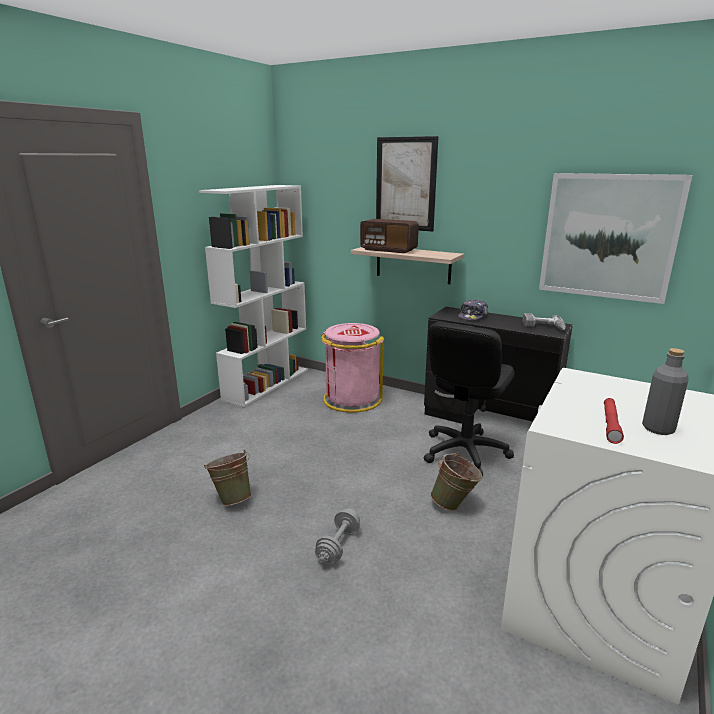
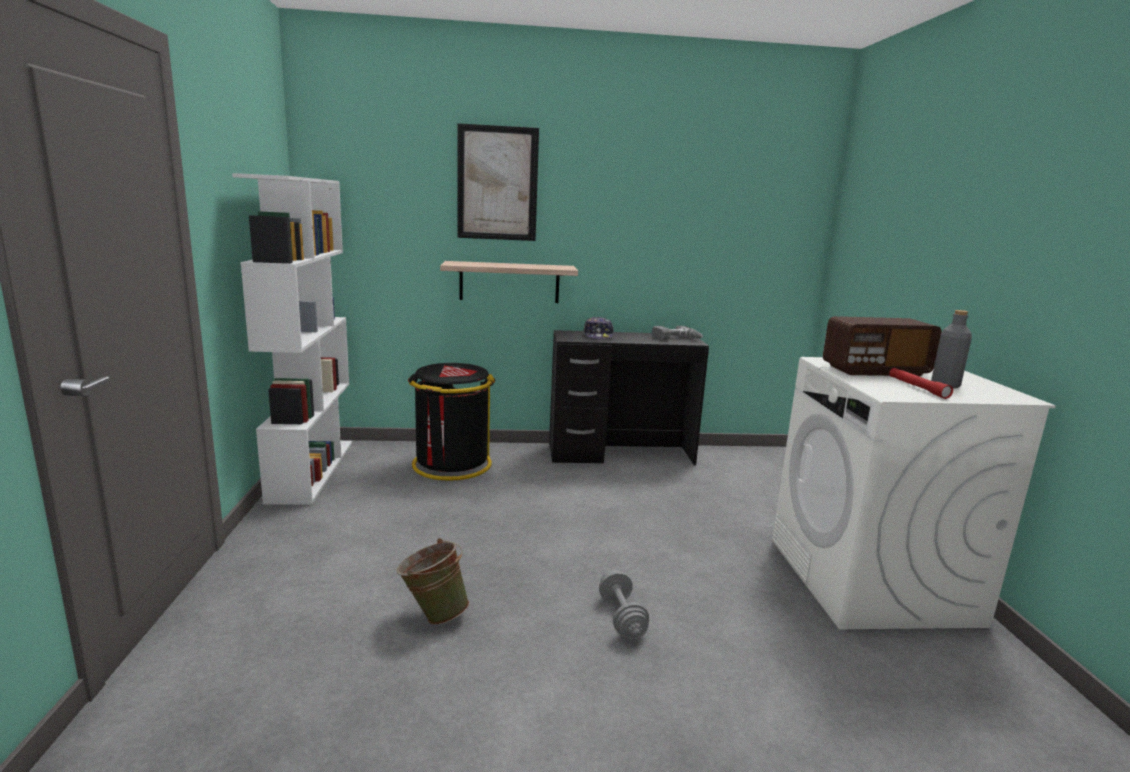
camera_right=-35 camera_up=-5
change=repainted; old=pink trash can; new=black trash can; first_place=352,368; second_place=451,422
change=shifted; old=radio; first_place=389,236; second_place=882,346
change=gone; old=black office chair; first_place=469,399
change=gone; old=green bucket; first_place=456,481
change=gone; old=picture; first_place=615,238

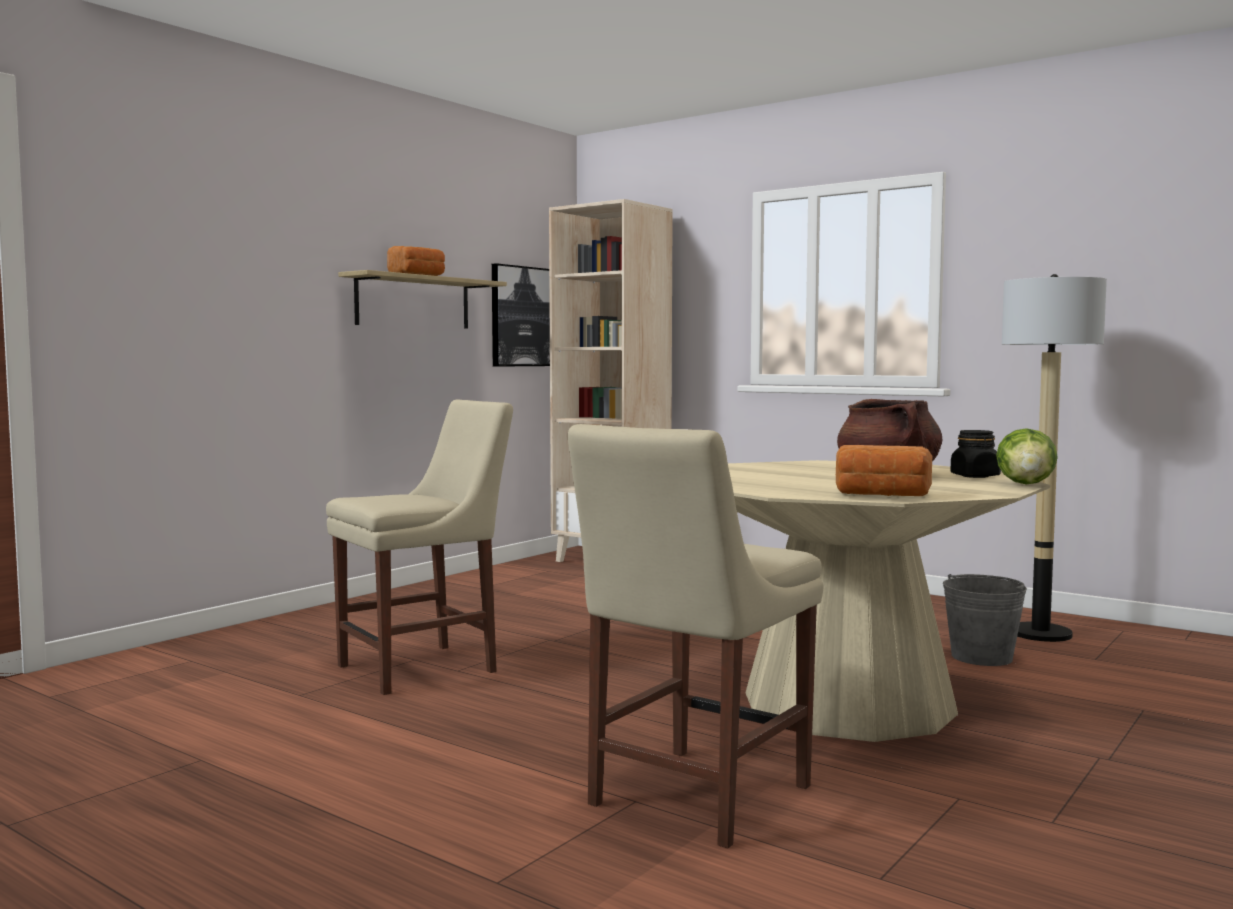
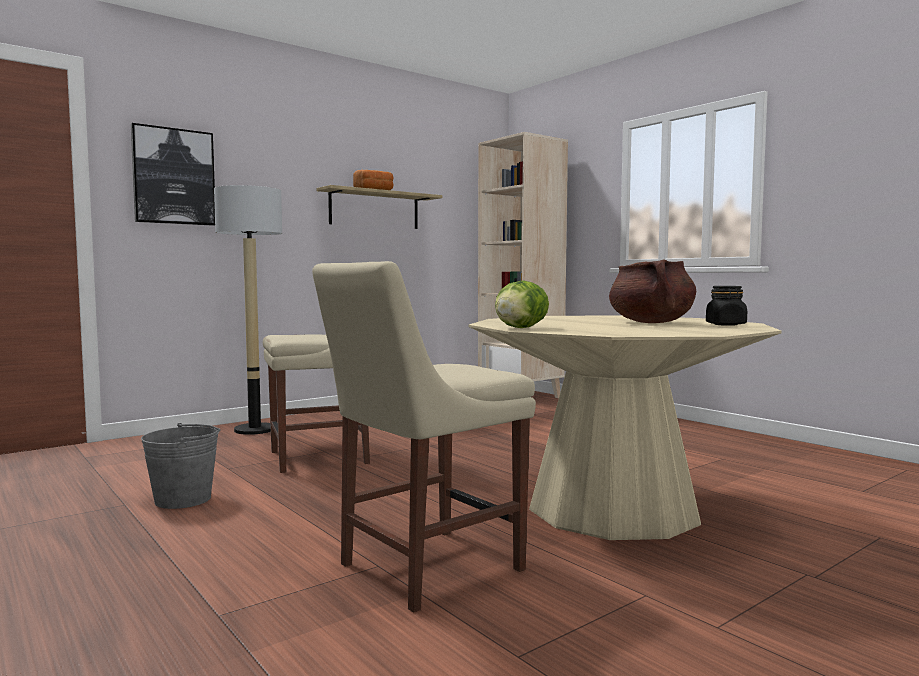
camera_right=15 camera_up=0
change=shifted; old=picture; first_place=521,315; second_place=173,174
change=gone; old=bread; first_place=884,470
change=shifted; old=grey bucket; first_place=985,620; second_place=181,466
change=shifted; old=lettuce; first_place=1027,456; second_place=522,304
change=shifted; old=floor lamp; first_place=1054,458; second_place=248,310

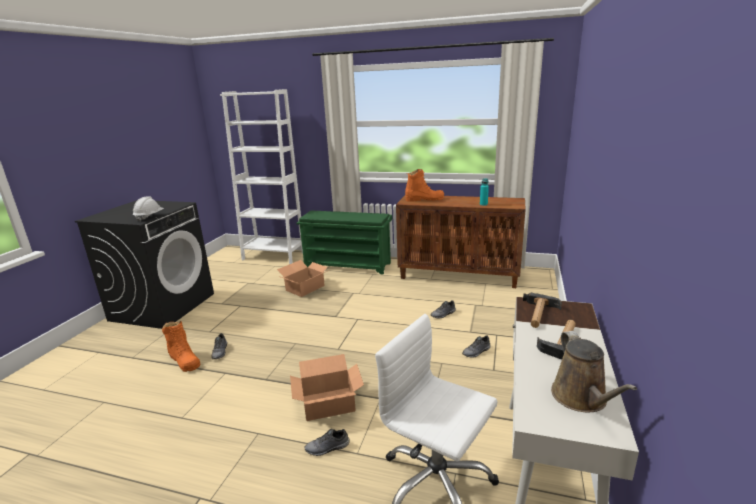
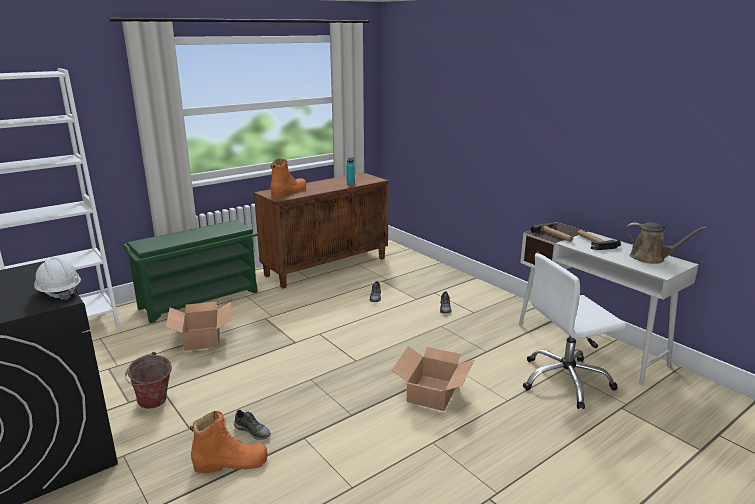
camera_right=-55 camera_up=0
change=gone; old=grey shoe; first_place=327,442
change=new; new=bucket; second_place=148,380

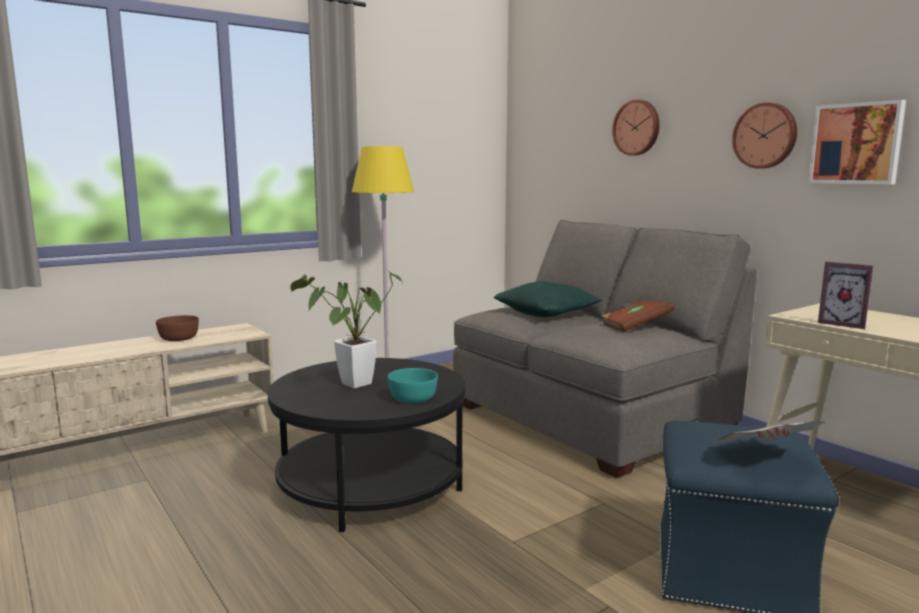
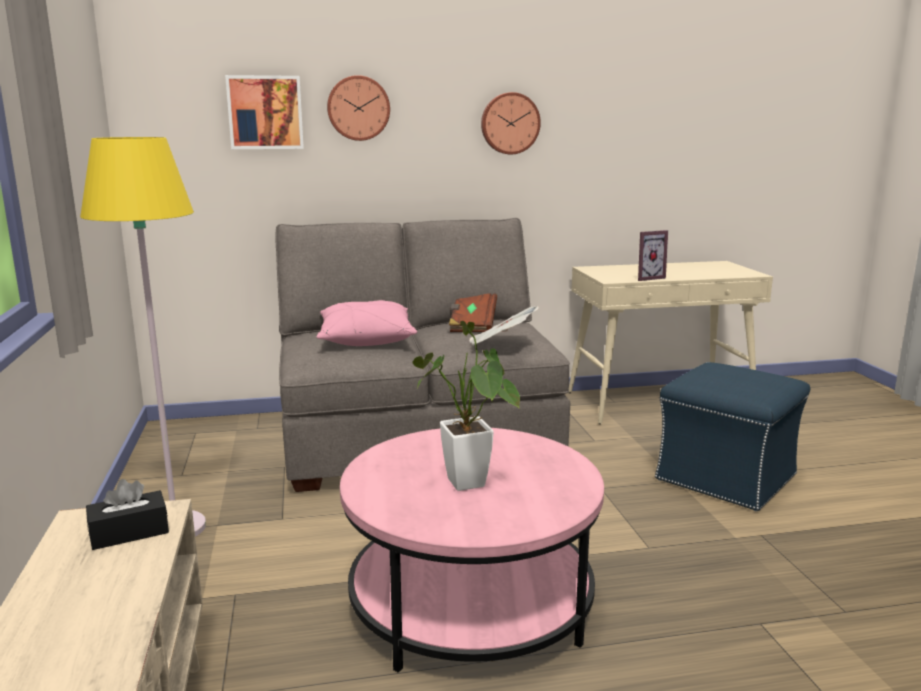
camera_right=-65 camera_up=5
change=gone; old=brown bowl; first_place=177,328
change=repainted; old=black coffee table; new=pink coffee table; first_place=366,445; second_place=472,550
change=gone; old=turquoise bowl; first_place=413,386
change=repainted; old=green pillow; new=pink pillow; first_place=548,299; second_place=366,323
change=shifted; old=newspaper; first_place=769,431; second_place=504,326
change=shifted; old=picture; first_place=857,142; second_place=264,112
change=new; new=black tissue box; second_place=127,514

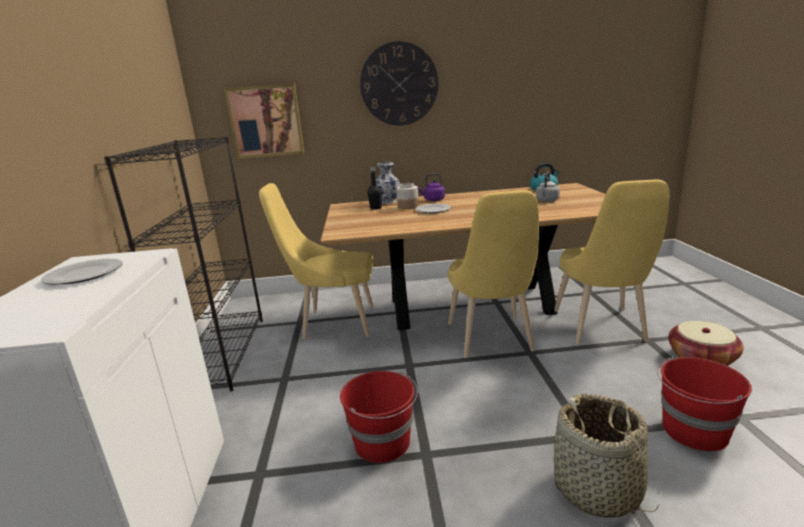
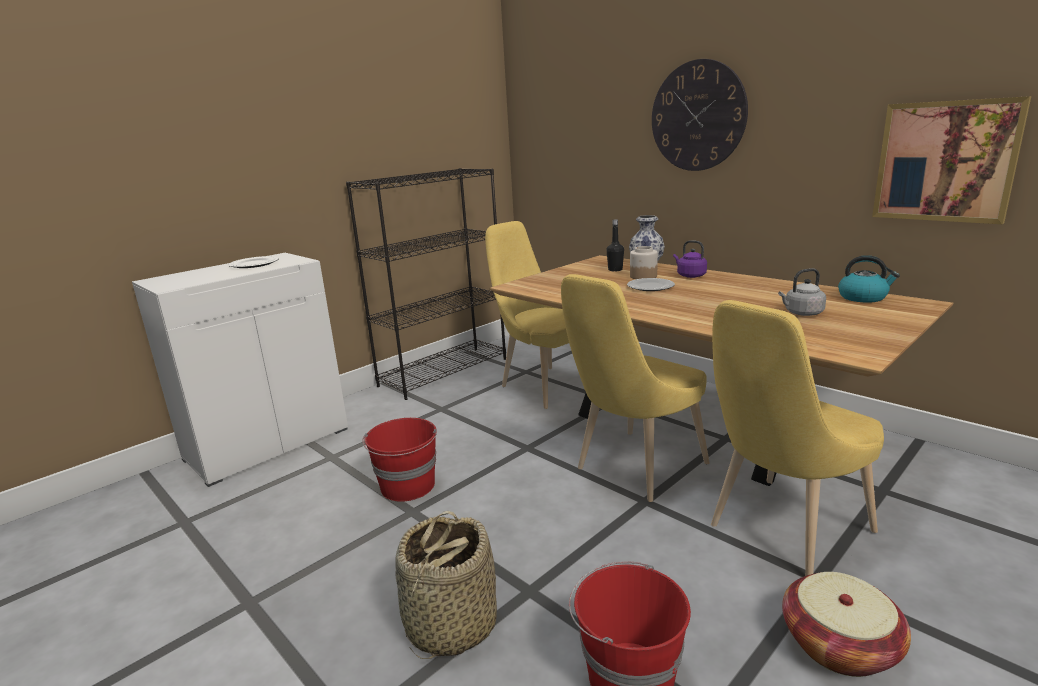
camera_right=50 camera_up=0
change=shifted; old=picture; first_place=264,121; second_place=951,160

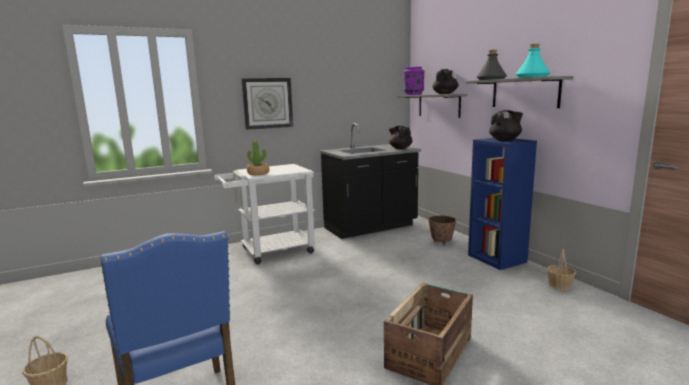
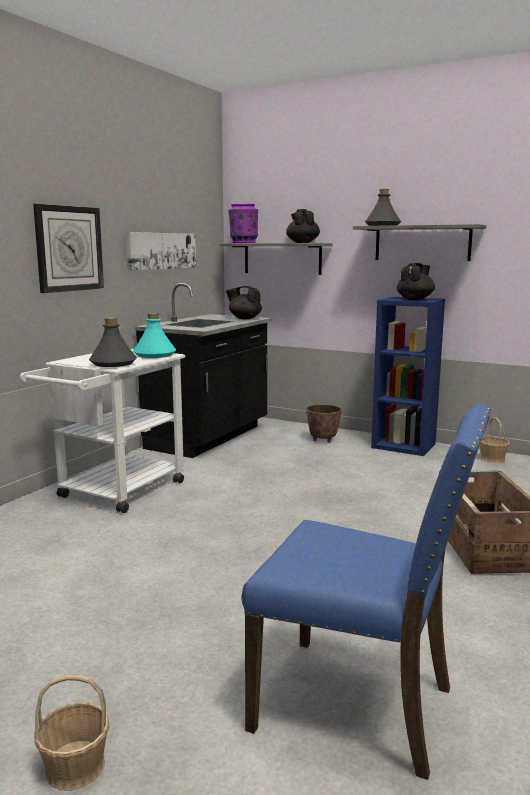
camera_right=-35 camera_up=0
change=swapped; old=potted plant; new=grey bottle; first_place=258,158; second_place=113,342
change=shifted; old=turquoise bottle; first_place=532,61; second_place=154,335
change=new; new=picture; second_place=161,251

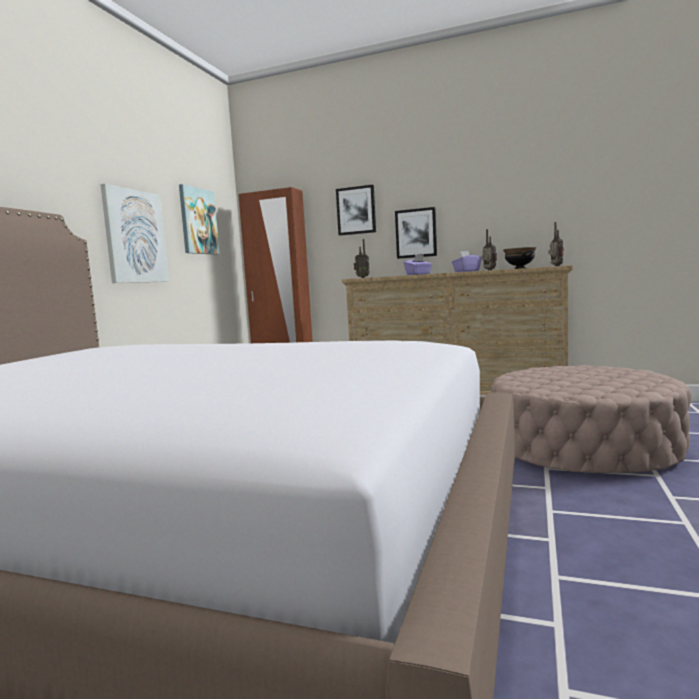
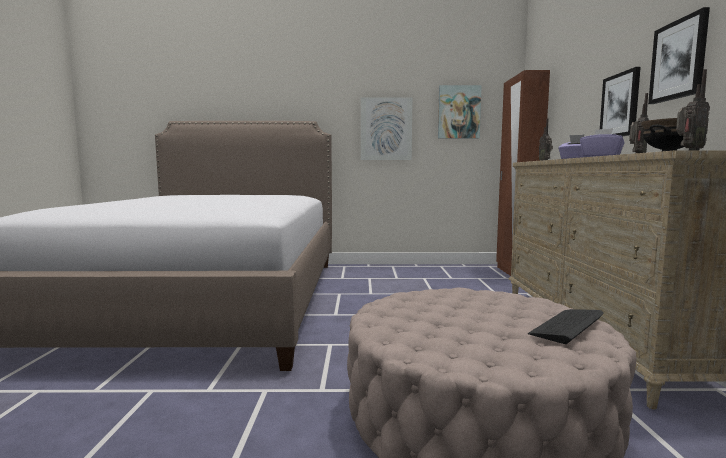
camera_right=70 camera_up=0
change=shifted; old=picture; first_place=356,210; second_place=679,55
change=new; new=keyboard; second_place=566,326

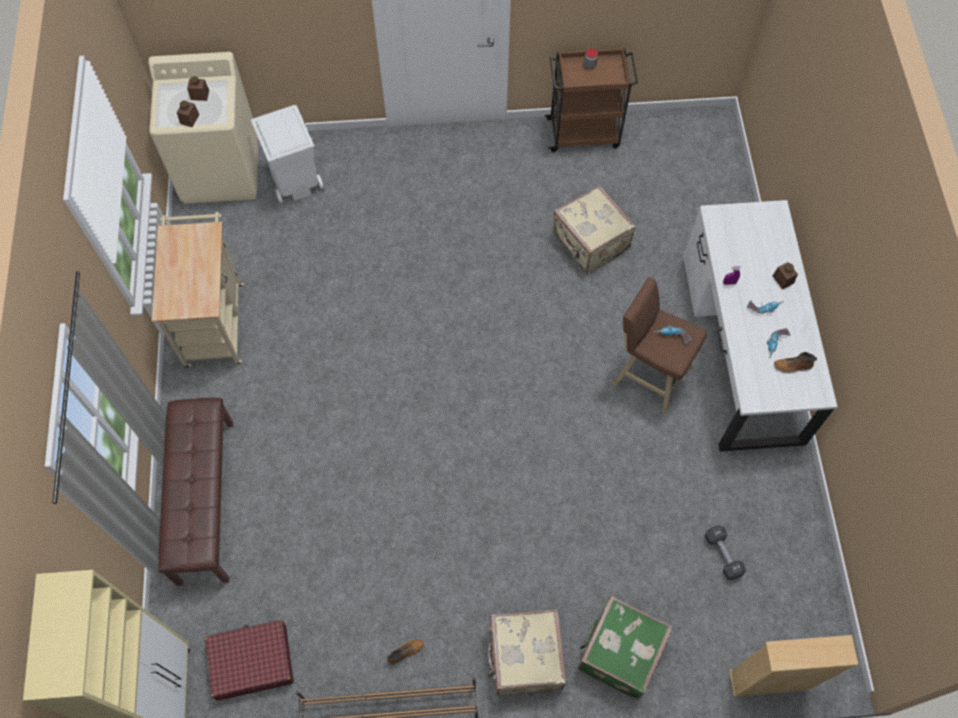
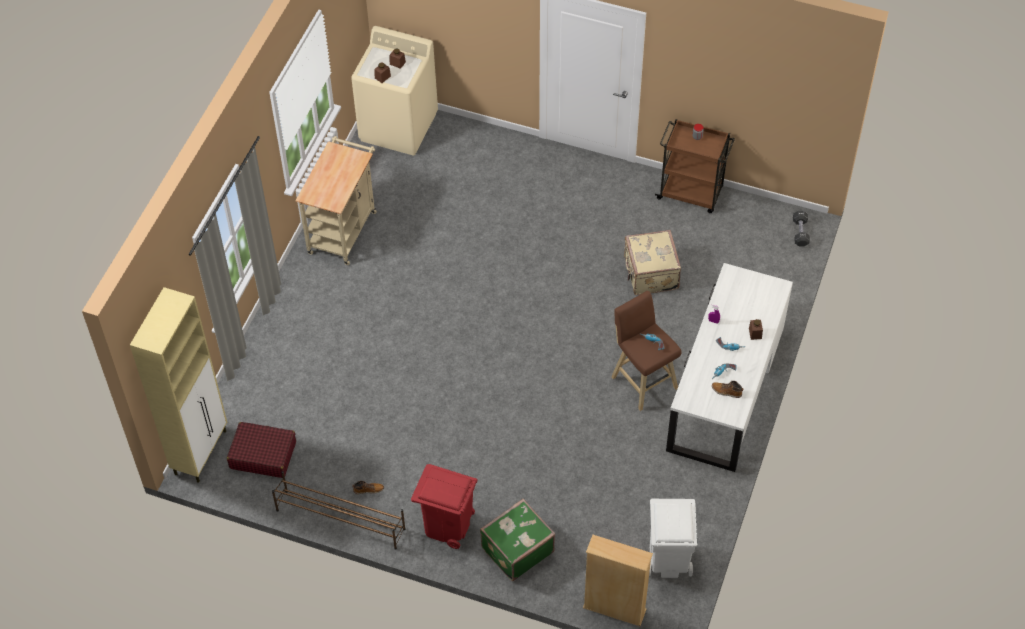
camera_right=25 camera_up=-10
change=gone; old=brown bench; first_place=196,492
change=shifted; old=white trash can; first_place=287,154; second_place=673,538
change=swapped; old=beige suitcase; new=red trash can; first_place=527,652; second_place=444,506
change=shifted; old=black dumbbell; first_place=725,552; second_place=801,229

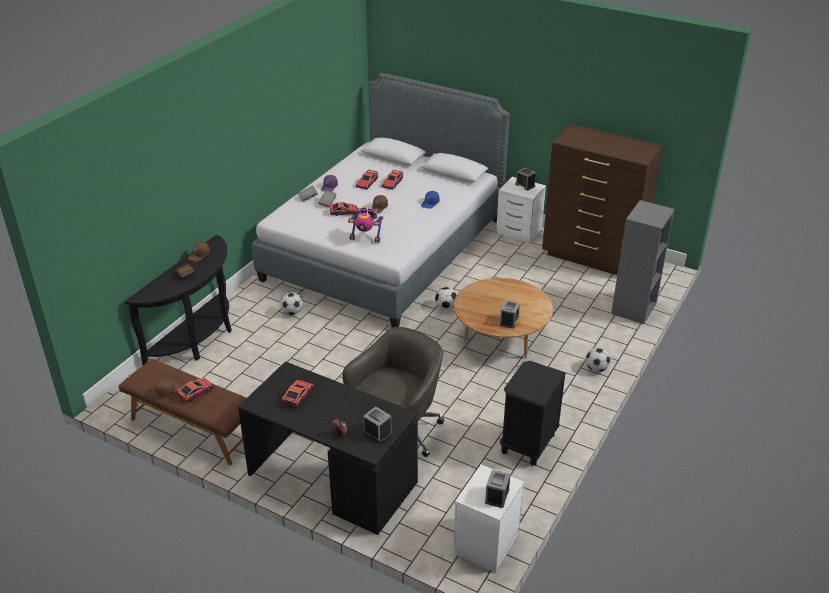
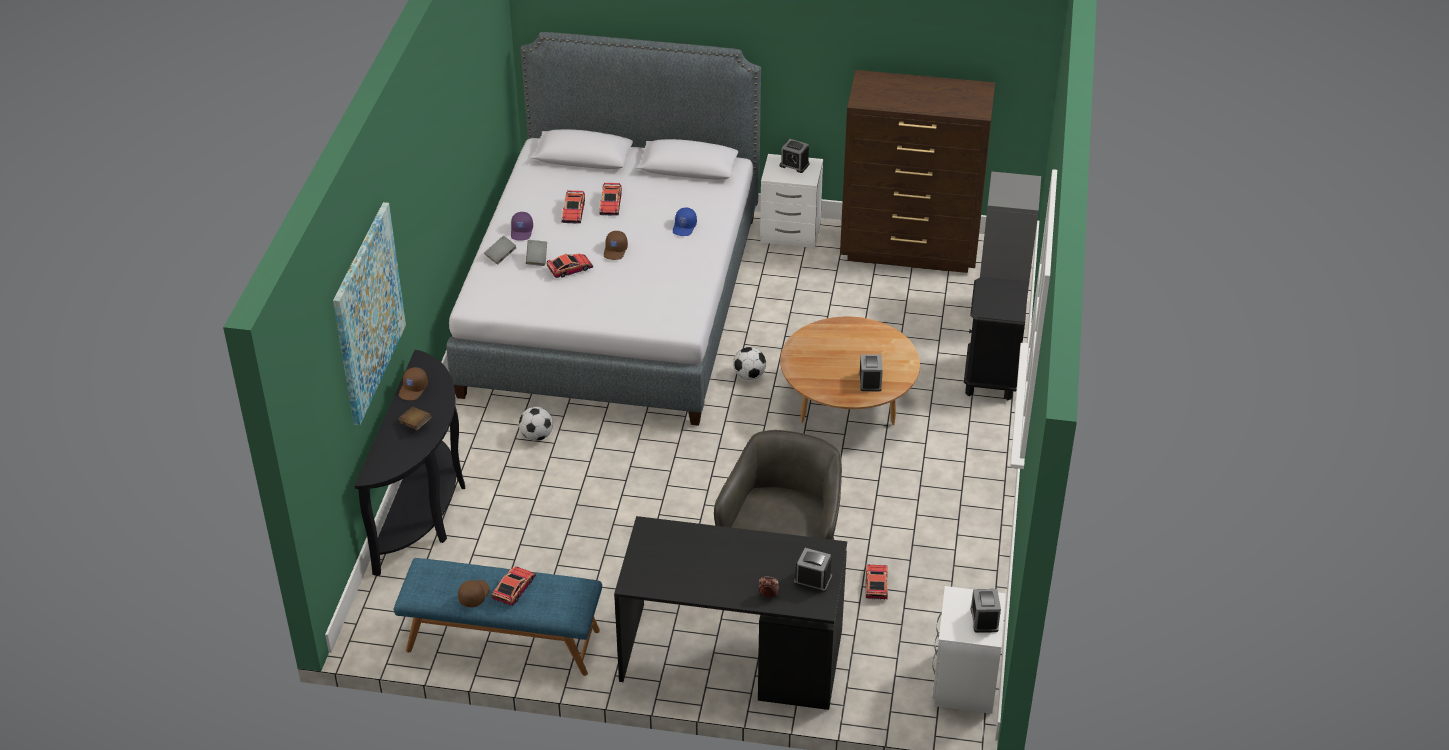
camera_right=-20 camera_up=5
change=repainted; old=brown bench; new=blue bench; first_place=182,412; second_place=498,617
change=shifted; old=toy car; first_place=298,393; second_place=877,582
change=gone; old=toy robot; first_place=365,224
change=shifted; old=black nightstand; first_place=533,413; second_place=996,339
change=gone; old=football; first_place=598,360
change=new; new=picture; second_place=369,314

